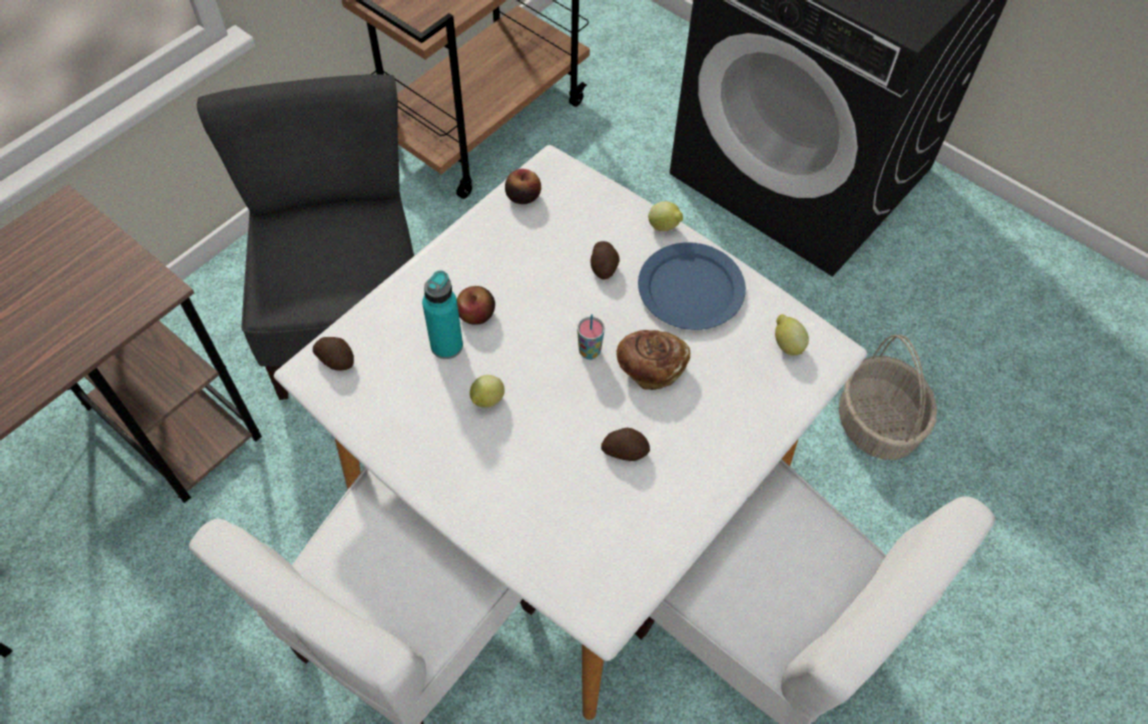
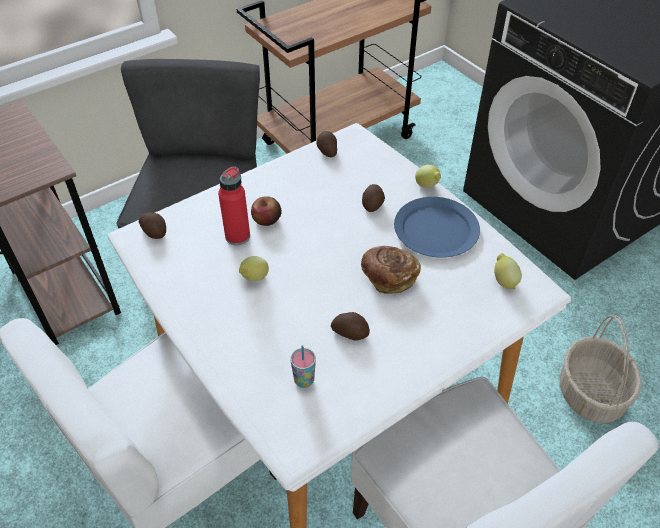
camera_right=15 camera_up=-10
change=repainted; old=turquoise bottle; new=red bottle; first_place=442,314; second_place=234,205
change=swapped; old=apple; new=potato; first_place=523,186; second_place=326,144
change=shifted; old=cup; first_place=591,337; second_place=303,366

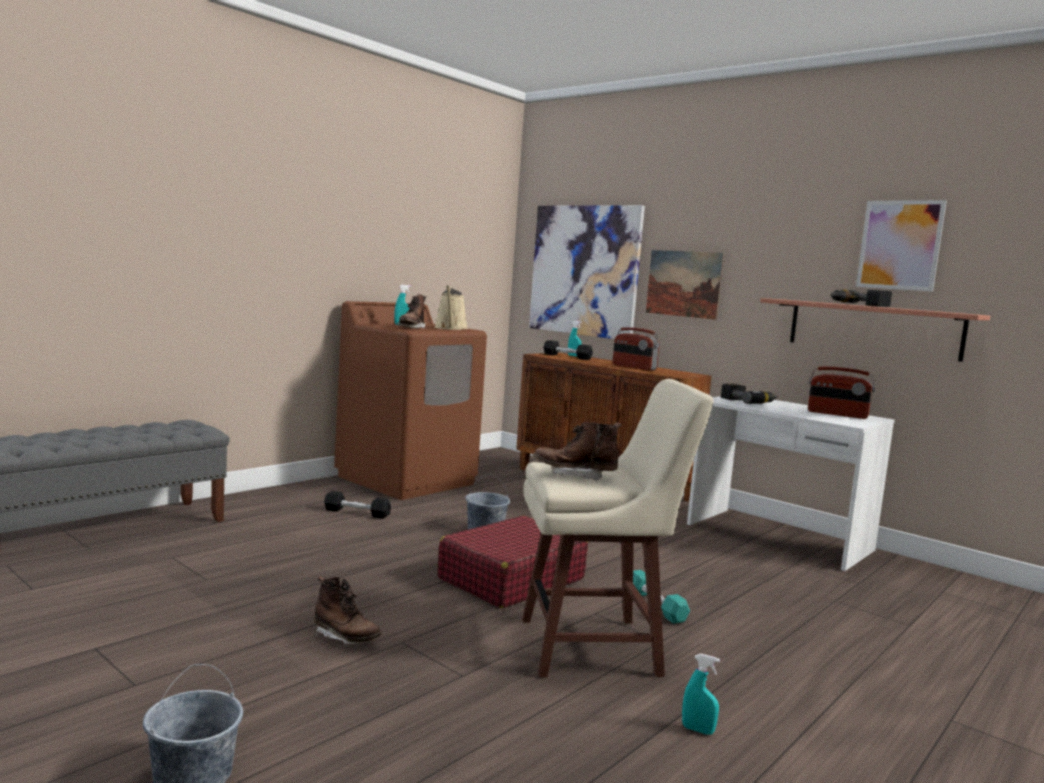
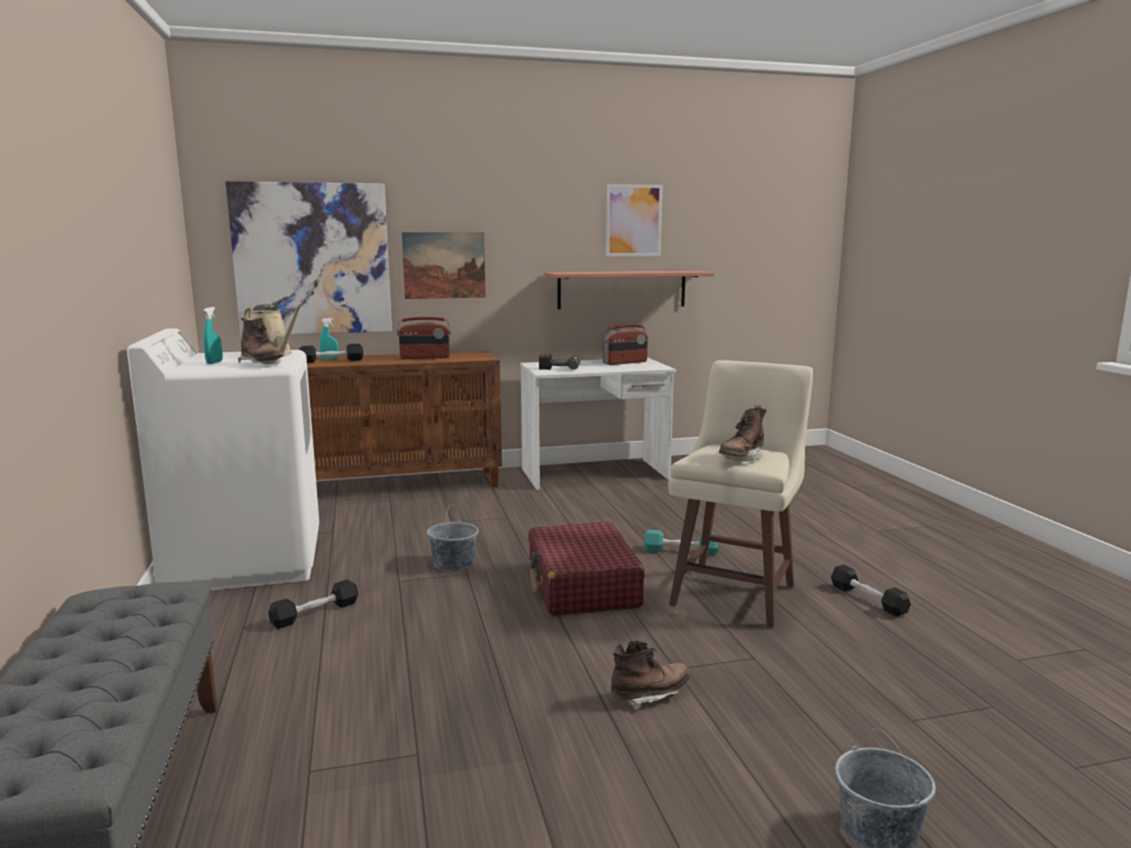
camera_right=-55 camera_up=5
change=repainted; old=brown washing machine; new=white washing machine; first_place=410,400; second_place=223,459
change=swapped; old=turquoise spray bottle; new=black dumbbell; first_place=701,694; second_place=871,590
change=gone; old=power drill; first_place=861,298

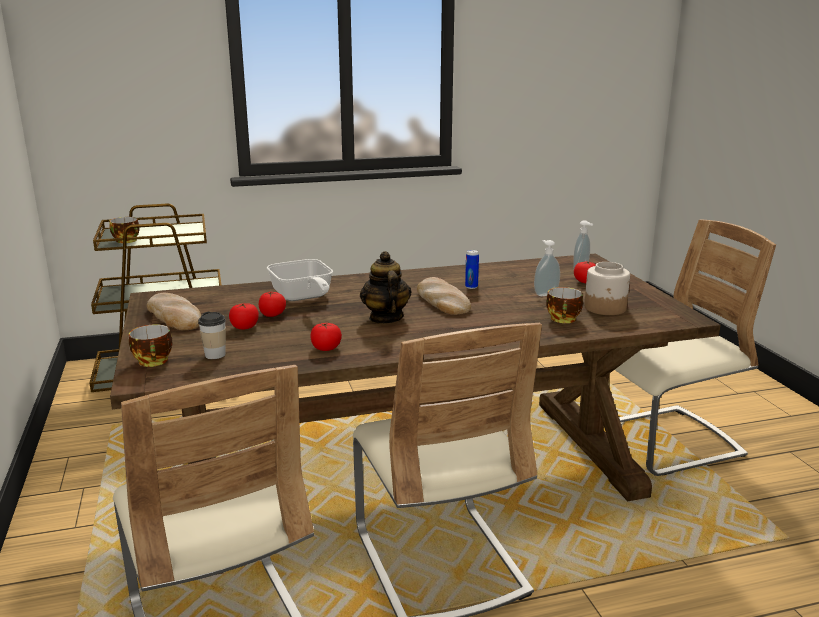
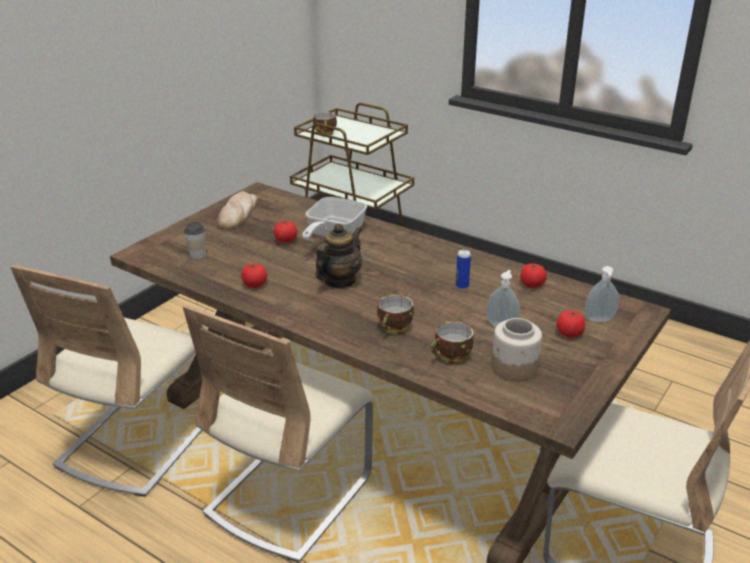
camera_right=50 camera_up=10
change=shifted; old=cup; first_place=151,345; second_place=395,314
change=shifted; old=tomato; first_place=244,316; second_place=533,276
change=gone; old=bread; first_place=444,296

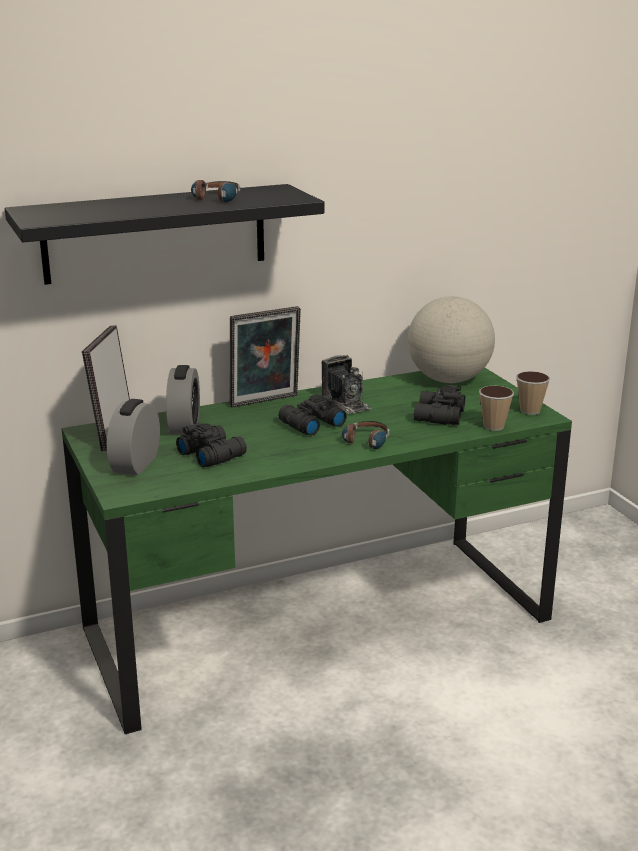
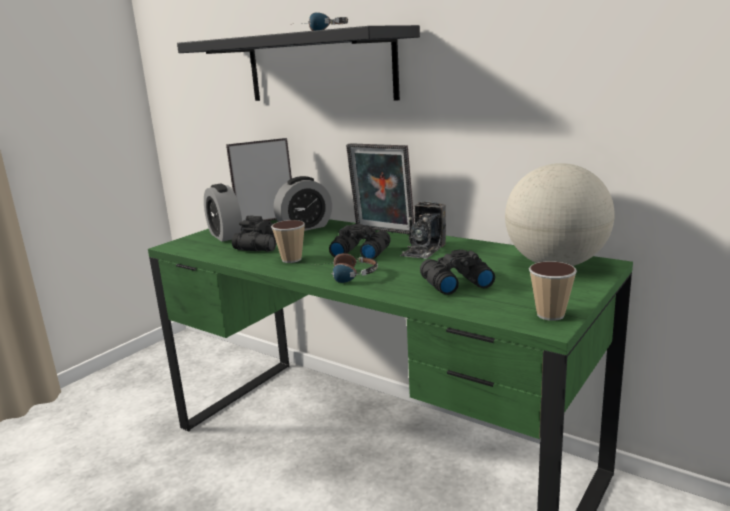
camera_right=60 camera_up=-5
change=rotated; old=alarm clock; first_place=133,437; second_place=223,212; degrees=-105
change=shifted; old=cup; first_place=496,408; second_place=288,241

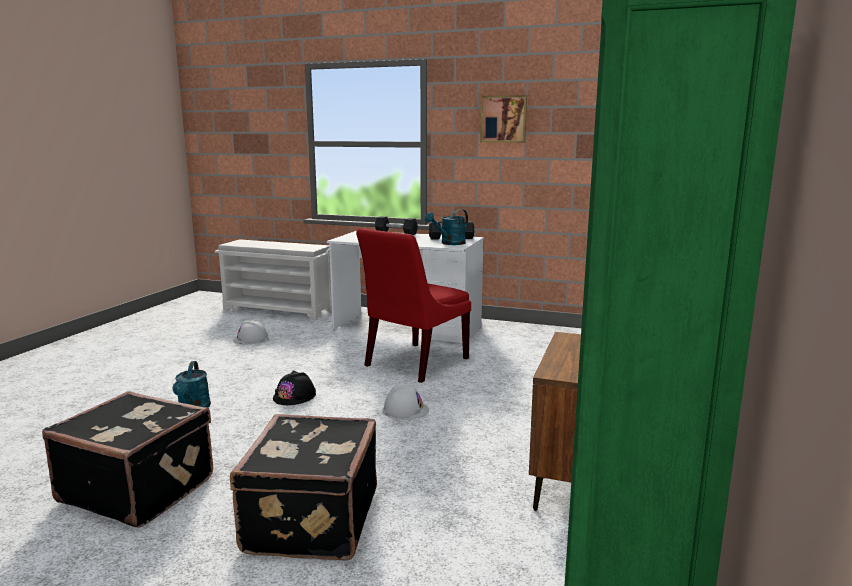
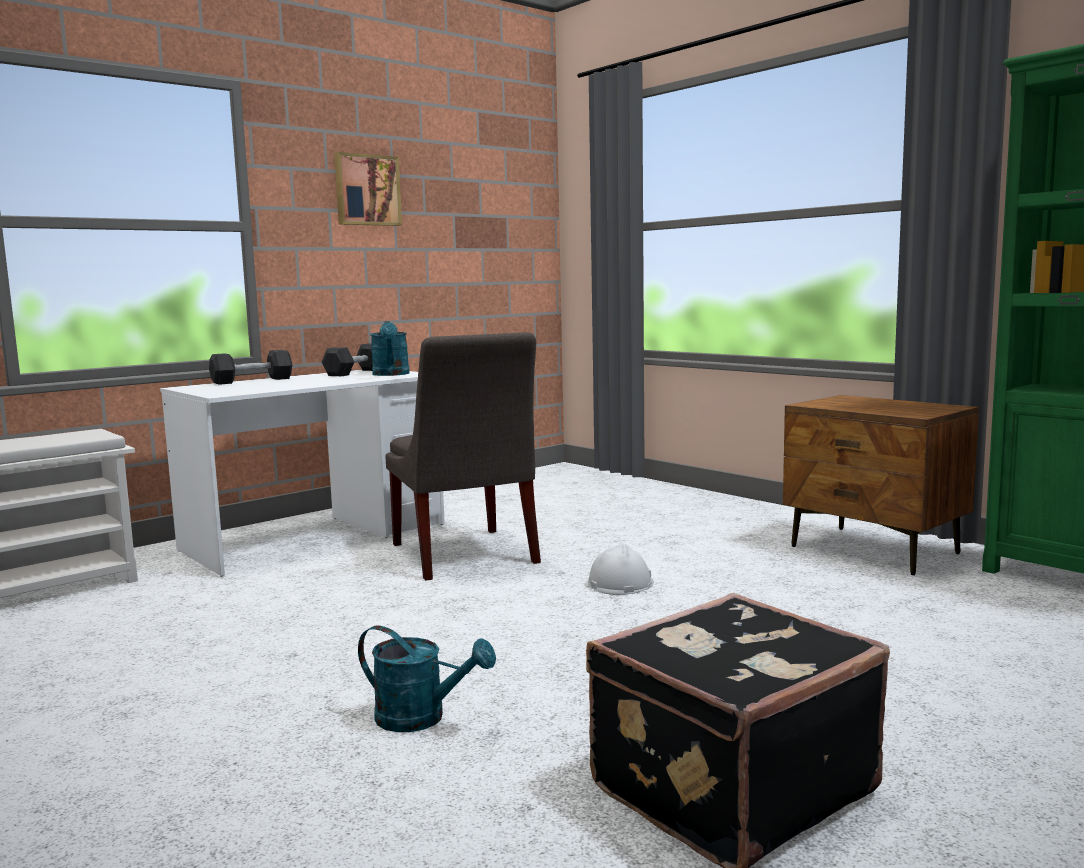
camera_right=-60 camera_up=-5
change=gone; old=black suitcase; first_place=303,487
change=gone; old=white hard hat; first_place=251,332
change=gone; old=black hard hat; first_place=294,387
change=repainted; old=red chair; new=grey chair; first_place=413,305; second_place=463,456

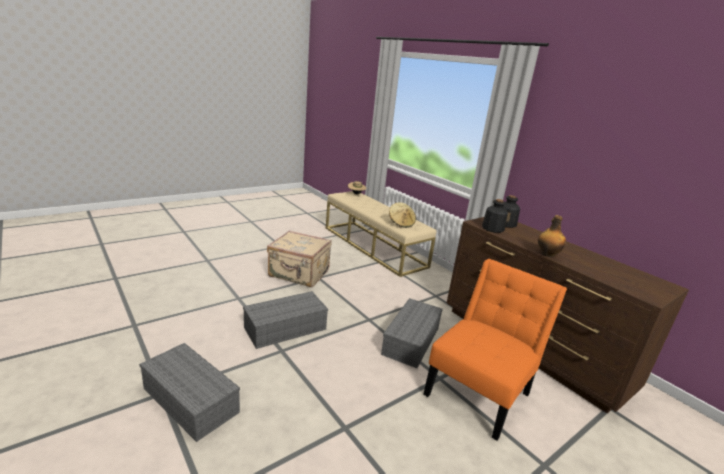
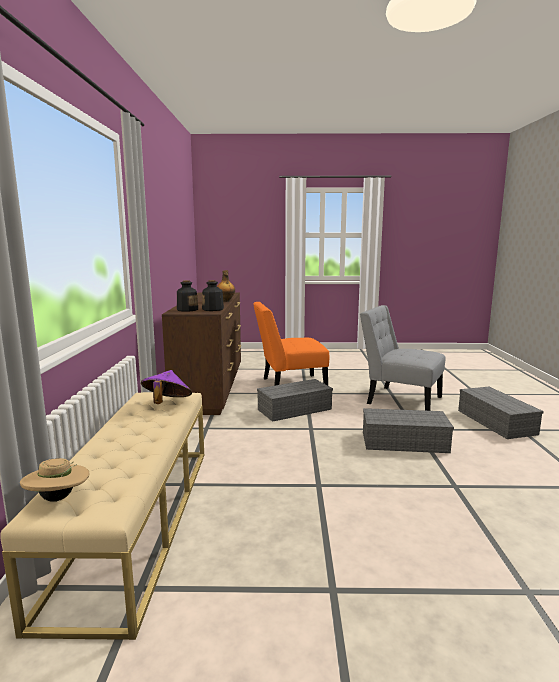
camera_right=-140 camera_up=-10
change=gone; old=beige suitcase; first_place=299,258
change=repainted; old=beige hat; new=purple hat; first_place=402,215; second_place=166,387
change=new; new=grey chair; second_place=402,358

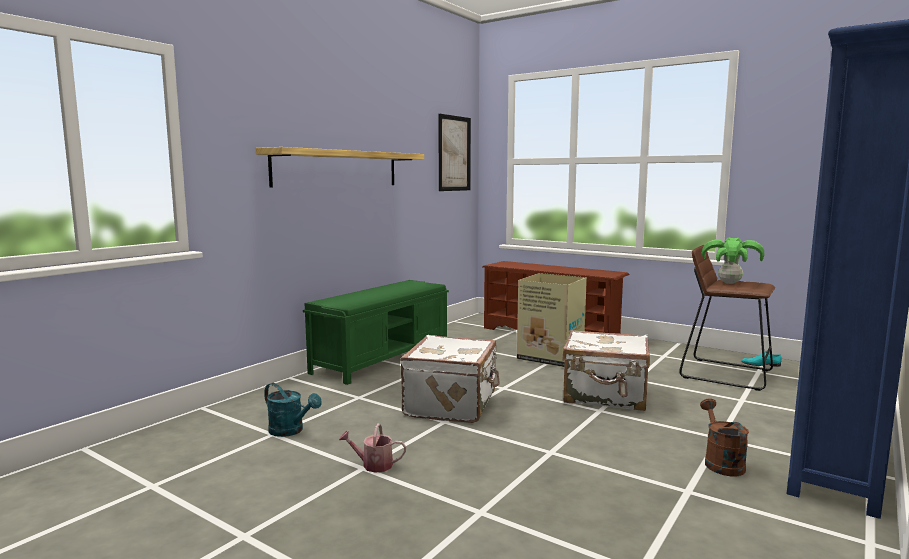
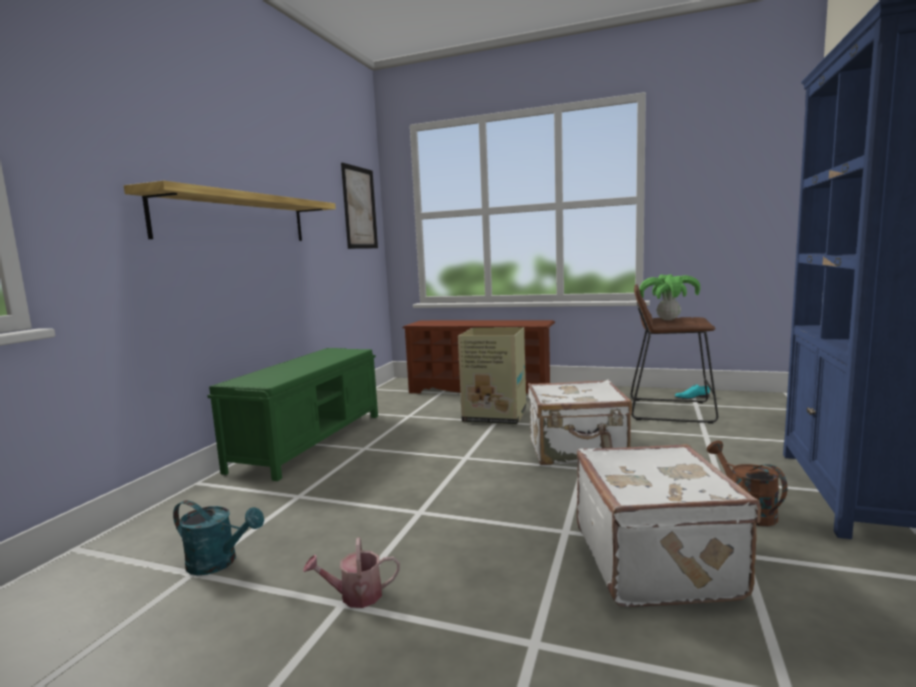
camera_right=-15 camera_up=0
change=shifted; old=white suitcase; first_place=449,379; second_place=669,525

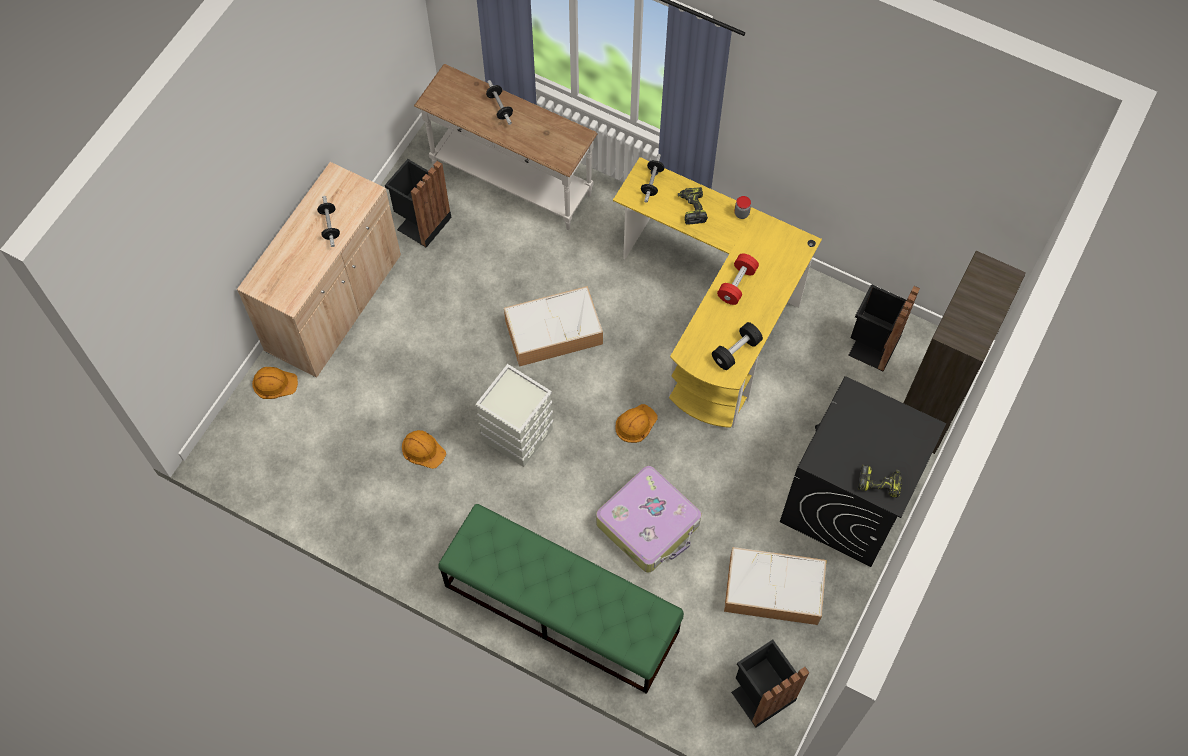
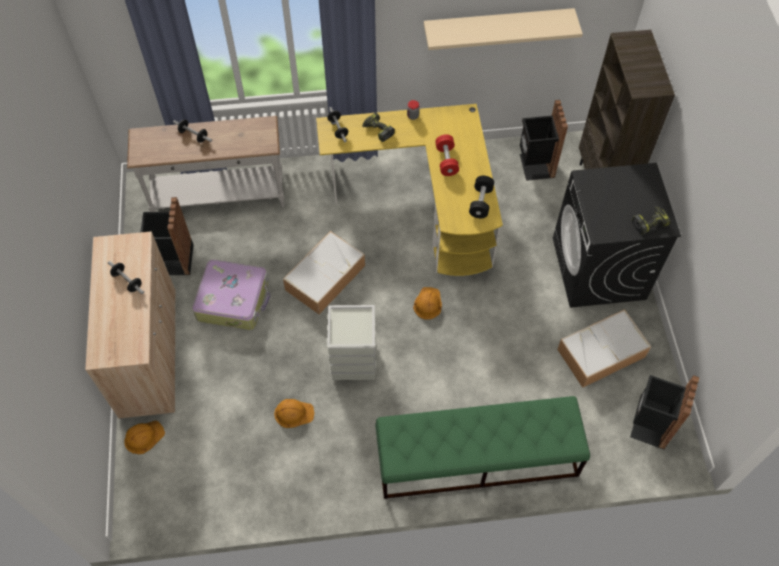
camera_right=-35 camera_up=-5
change=shifted; old=suitcase; first_place=649,519; second_place=231,295
change=new; new=beige shelf; second_place=503,29

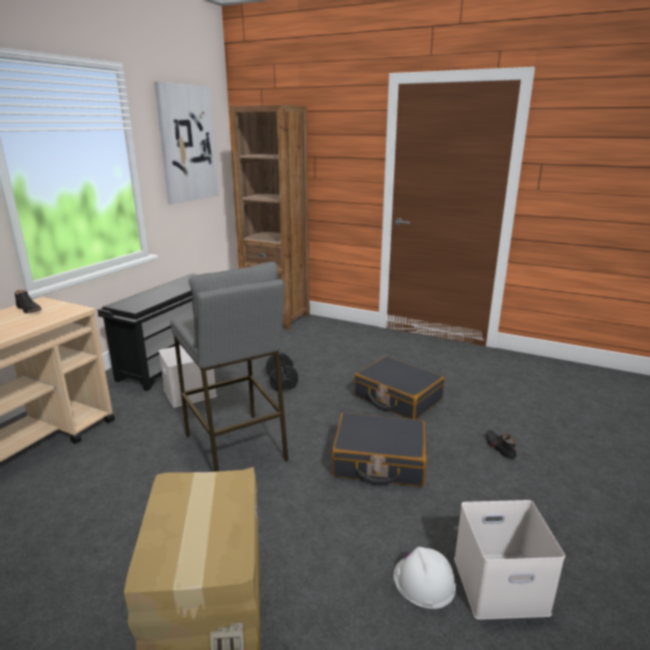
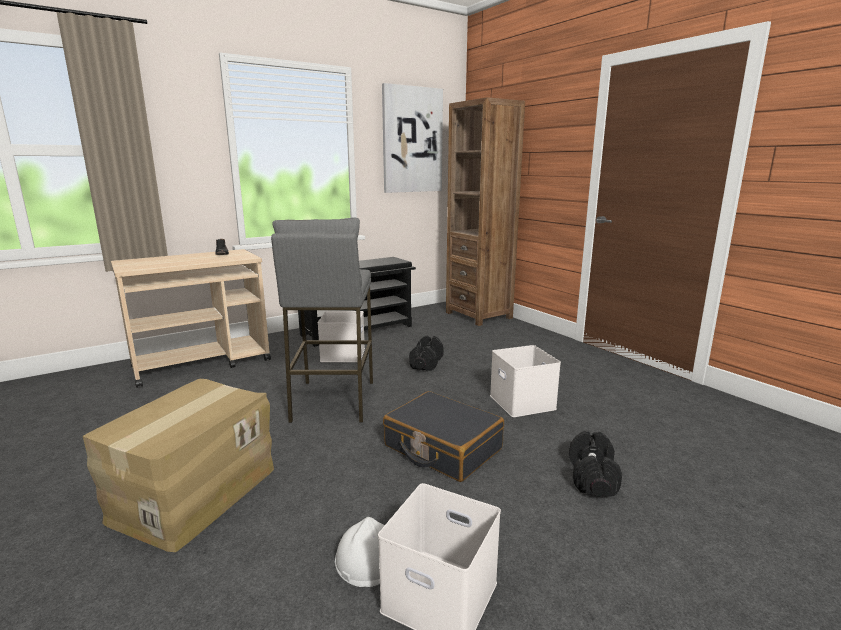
camera_right=30 camera_up=-5
change=swapped; old=black suitcase; new=white storage box; first_place=399,387; second_place=525,381
change=swapped; old=black shoe; new=black dumbbell; first_place=500,444; second_place=595,464

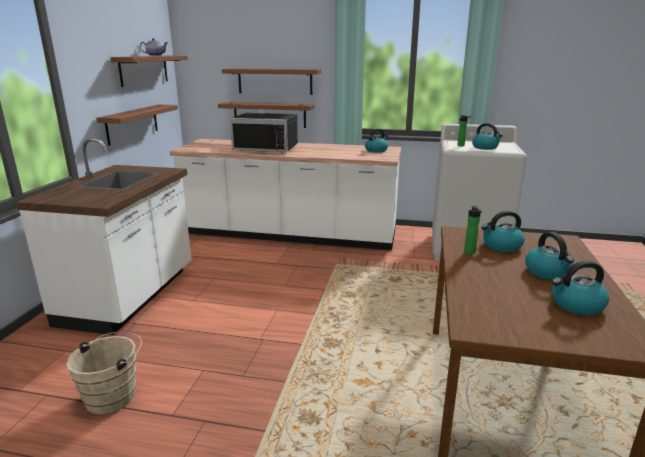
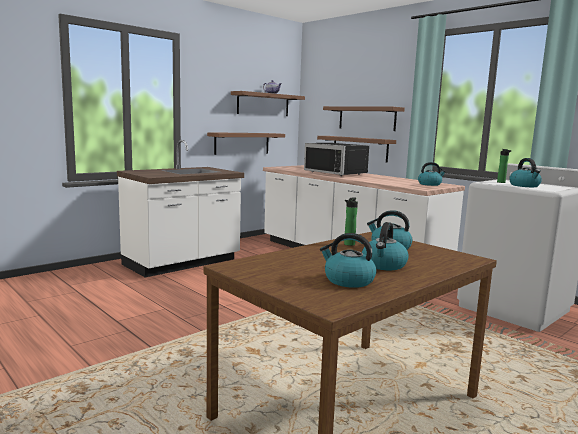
camera_right=35 camera_up=-10
change=gone; old=beige bucket; first_place=104,373

